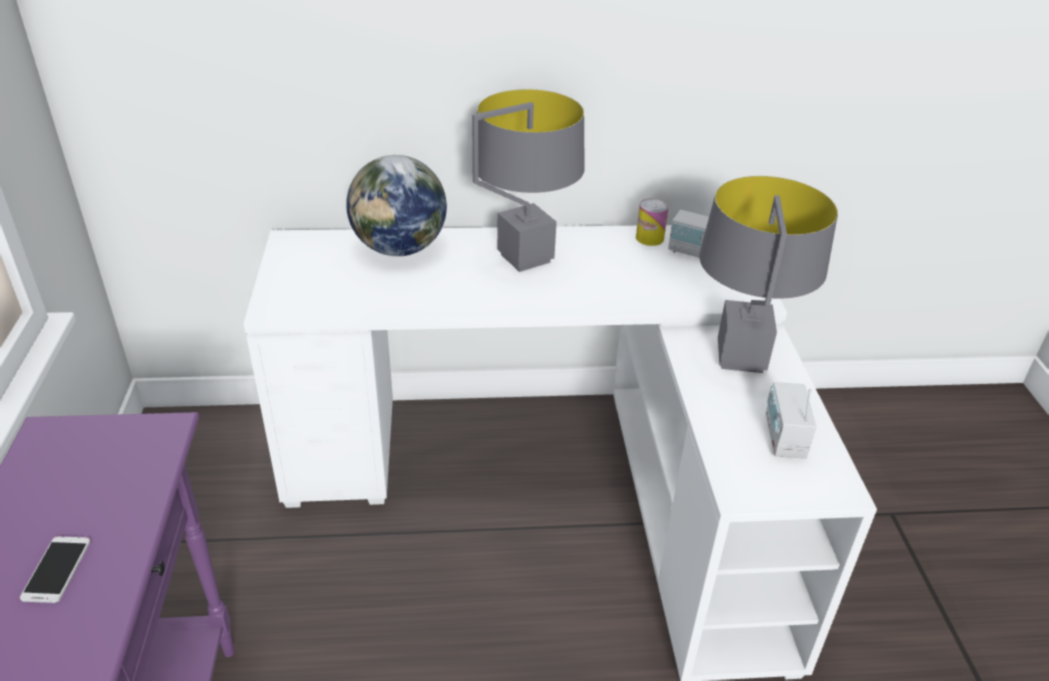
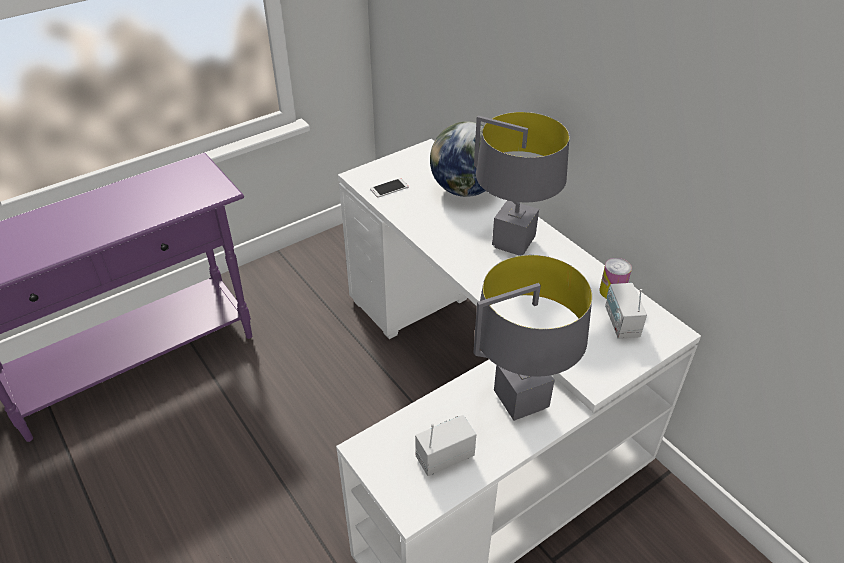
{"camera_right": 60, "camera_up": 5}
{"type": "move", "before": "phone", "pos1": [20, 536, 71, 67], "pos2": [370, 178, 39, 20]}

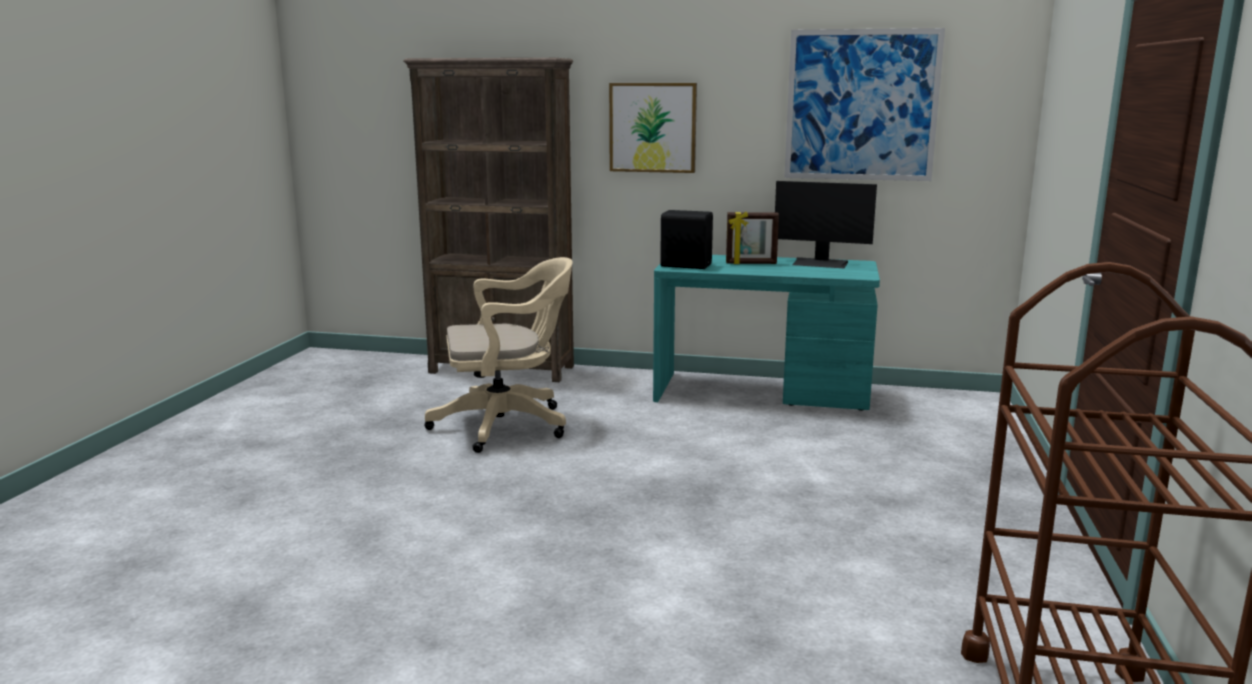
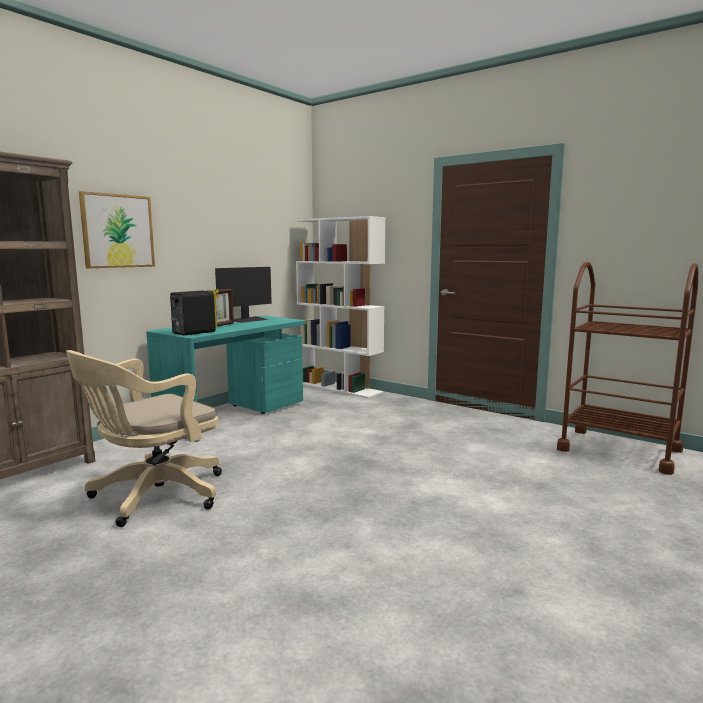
{"camera_right": -65, "camera_up": -5}
{"type": "rotate", "before": "office chair in beige", "pos1": [424, 257, 149, 196], "pos2": [66, 350, 156, 177], "turn": -150}
{"type": "delete", "before": "picture", "pos1": [784, 28, 161, 153]}
{"type": "insert", "after": "bookcase in white", "pos2": [295, 216, 91, 183]}

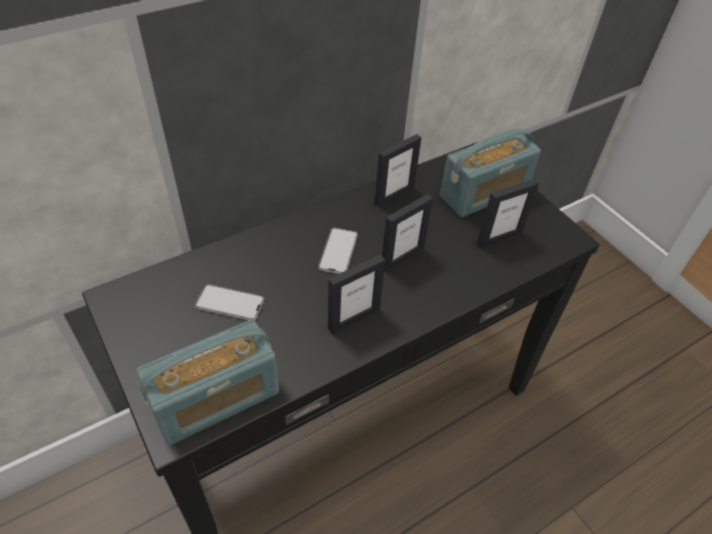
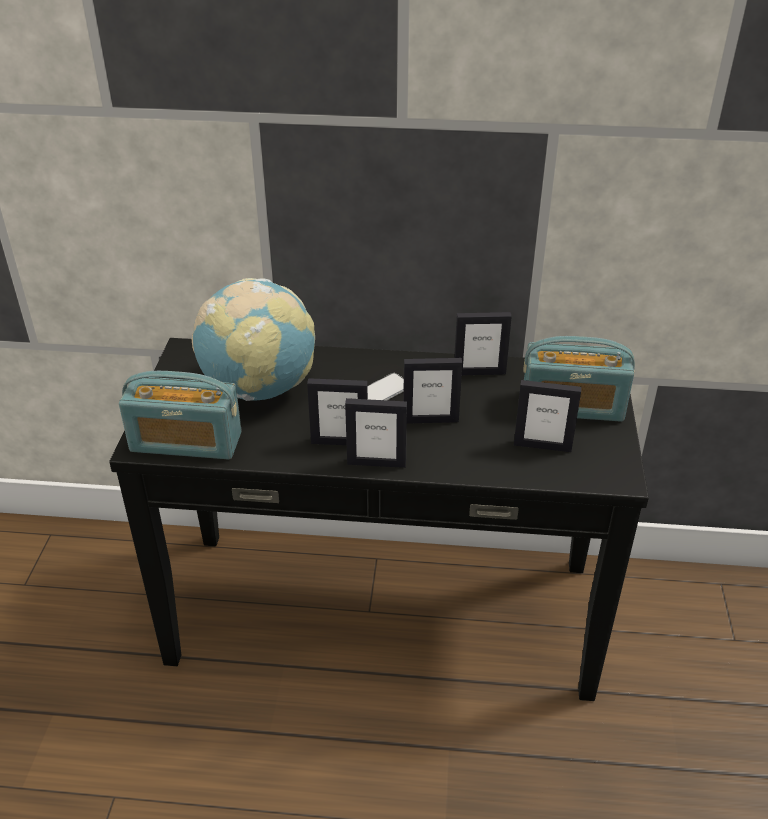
{"camera_right": 40, "camera_up": -10}
{"type": "replace", "before": "phone", "after": "globe", "pos1": [195, 284, 69, 36], "pos2": [192, 278, 123, 123]}
{"type": "insert", "after": "picture frame", "pos2": [345, 398, 62, 70]}

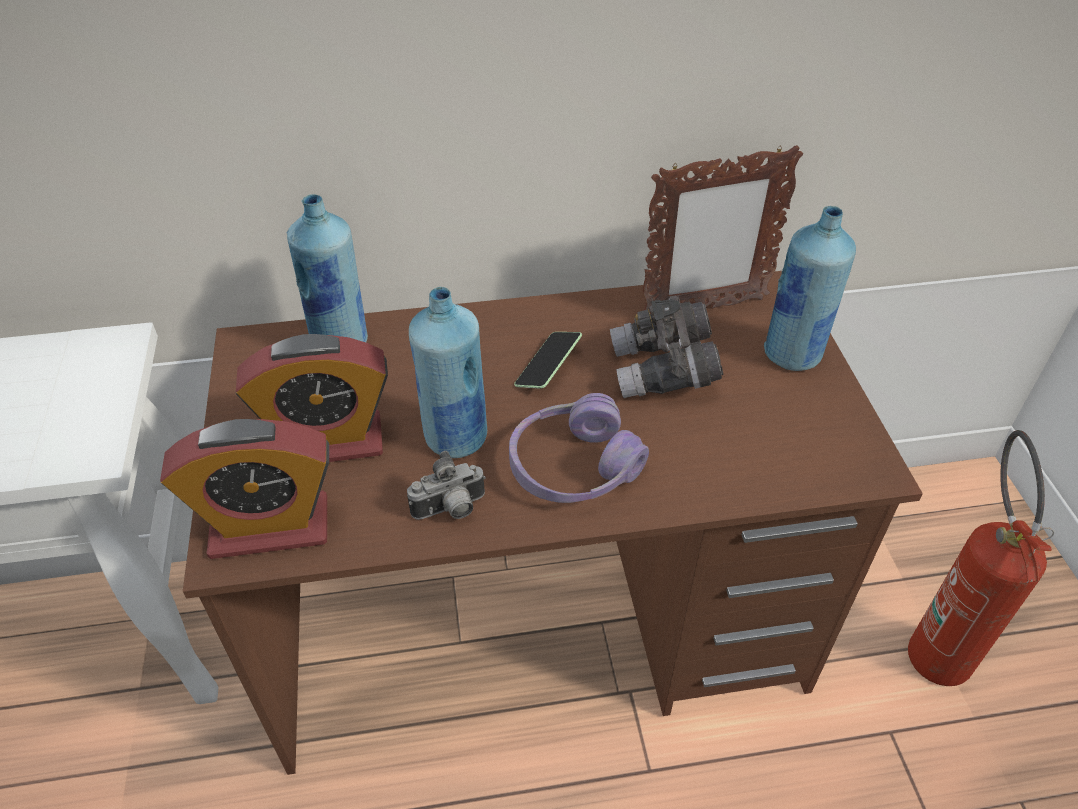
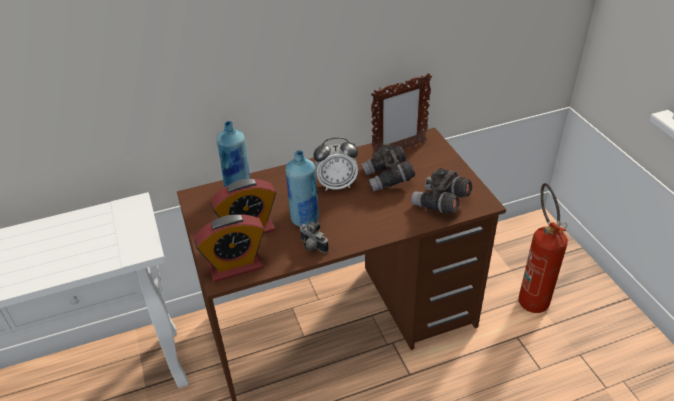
{"camera_right": -10, "camera_up": -5}
{"type": "rotate", "before": "photo camera", "pos1": [407, 451, 79, 69], "pos2": [299, 222, 30, 31], "turn": 75}
{"type": "delete", "before": "headphones in purple", "pos1": [509, 393, 140, 110]}
{"type": "replace", "before": "phone", "after": "alarm clock", "pos1": [514, 332, 68, 57], "pos2": [313, 137, 45, 54]}
{"type": "delete", "before": "bottle in blue", "pos1": [764, 206, 92, 165]}
{"type": "insert", "after": "binoculars in grey", "pos2": [411, 168, 61, 46]}

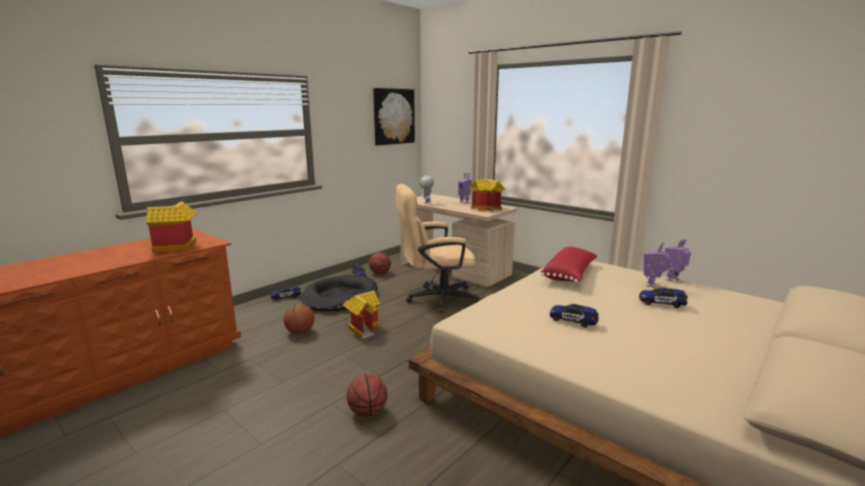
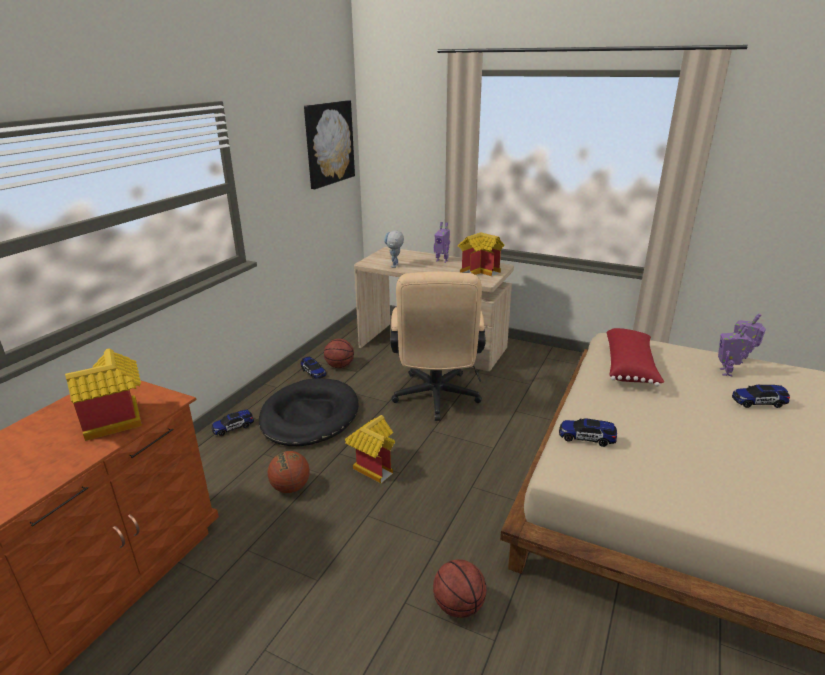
{"camera_right": -15, "camera_up": 10}
{"type": "rotate", "before": "office chair in beige", "pos1": [395, 184, 86, 129], "pos2": [391, 272, 95, 149], "turn": -60}
{"type": "move", "before": "toy car", "pos1": [550, 304, 49, 24], "pos2": [559, 418, 58, 29]}

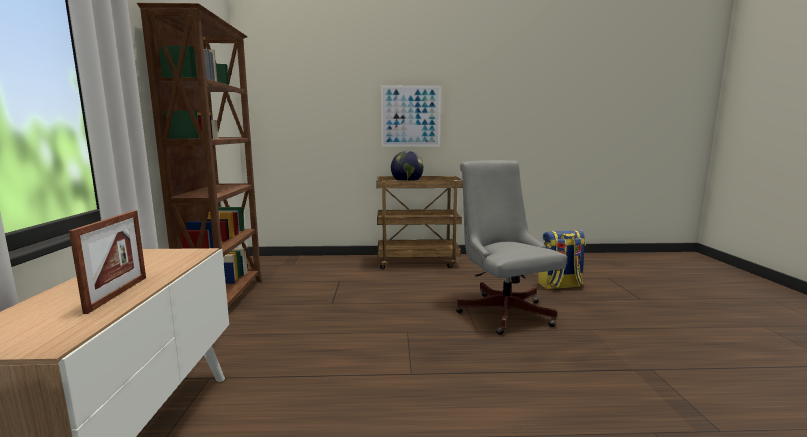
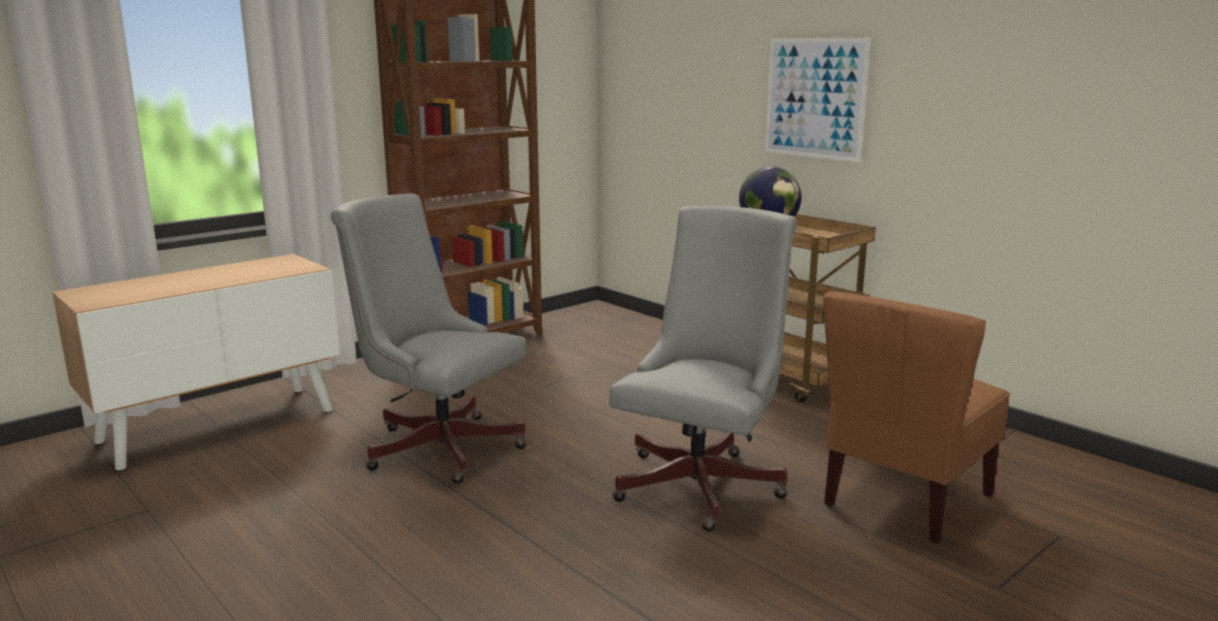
{"camera_right": 50, "camera_up": 5}
{"type": "delete", "before": "picture frame", "pos1": [69, 210, 77, 104]}
{"type": "replace", "before": "backpack", "after": "chair in brown", "pos1": [538, 230, 48, 59], "pos2": [823, 291, 187, 252]}
{"type": "insert", "after": "office chair in grey", "pos2": [330, 193, 196, 291]}

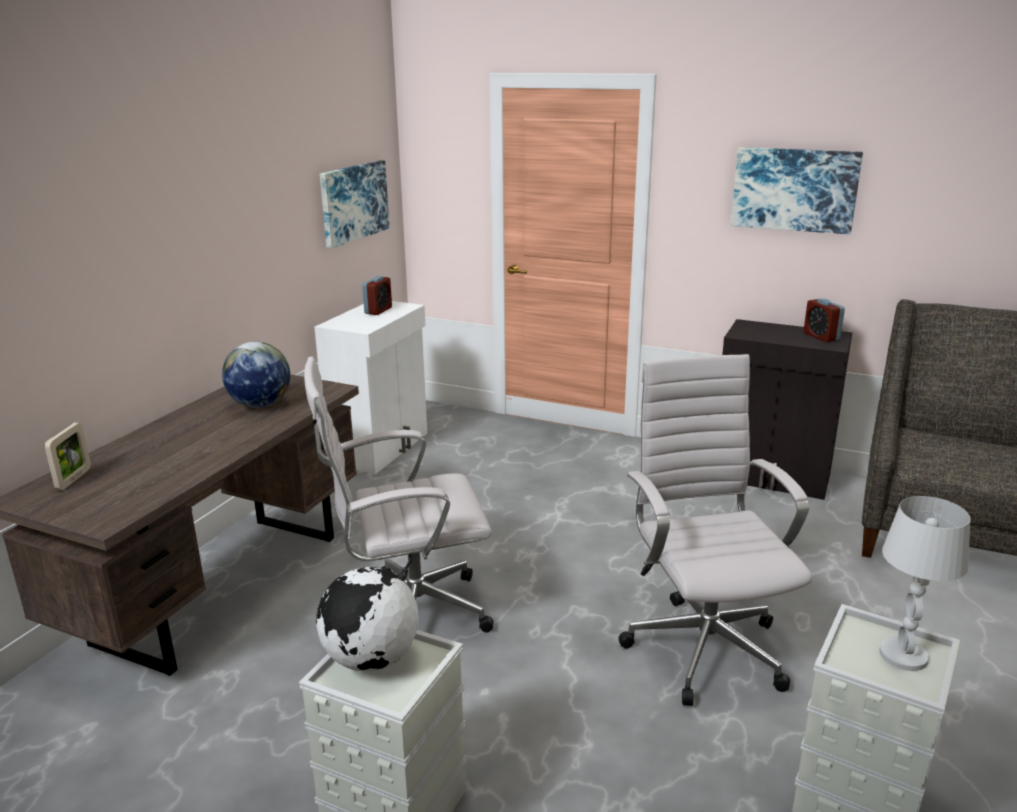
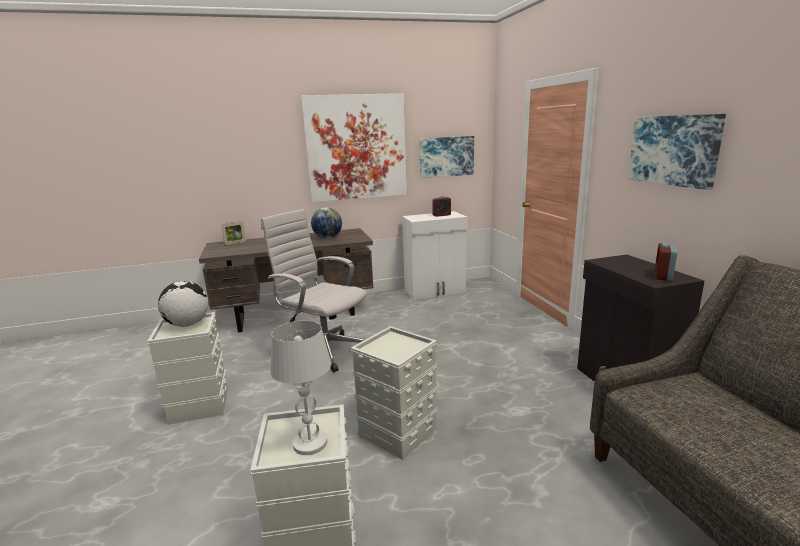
{"camera_right": 50, "camera_up": -5}
{"type": "replace", "before": "office chair in white", "after": "storage box in grey", "pos1": [618, 354, 194, 352], "pos2": [351, 326, 87, 134]}
{"type": "insert", "after": "picture", "pos2": [301, 93, 106, 109]}

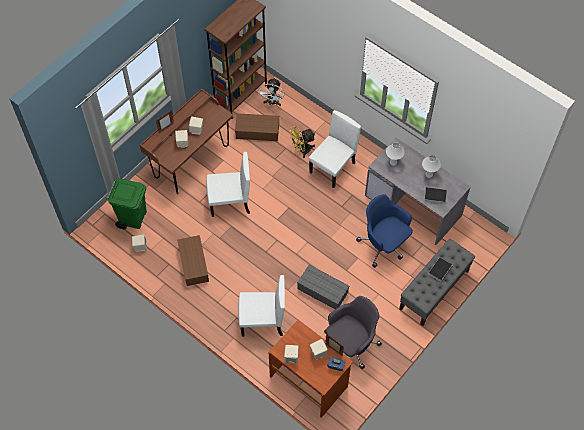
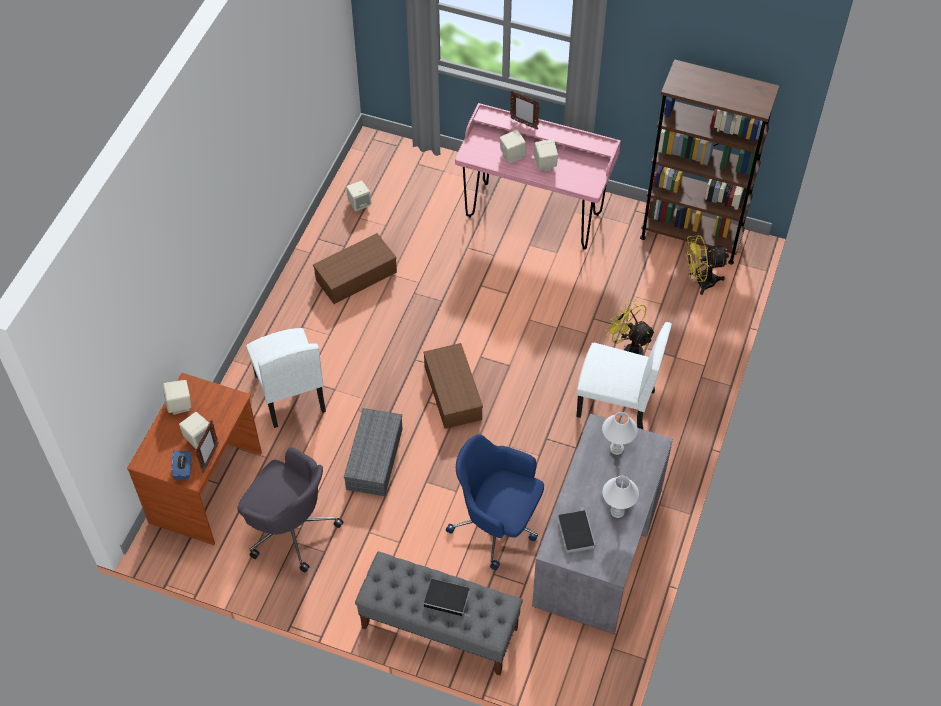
{"camera_right": 70, "camera_up": -5}
{"type": "delete", "before": "trash can in green", "pos1": [107, 178, 40, 51]}
{"type": "recolor", "before": "desk in brown", "after": "desk in pink", "pos1": [140, 88, 93, 106], "pos2": [455, 103, 166, 146]}
{"type": "delete", "before": "chair in white", "pos1": [206, 152, 44, 65]}
{"type": "move", "before": "storage box in brown", "pos1": [235, 113, 44, 28], "pos2": [423, 343, 60, 86]}
{"type": "recolor", "before": "fan in white", "after": "fan in yellow", "pos1": [258, 78, 26, 28], "pos2": [685, 235, 44, 60]}
{"type": "rotate", "before": "office chair in blue", "pos1": [356, 194, 57, 74], "pos2": [446, 434, 98, 136], "turn": -90}

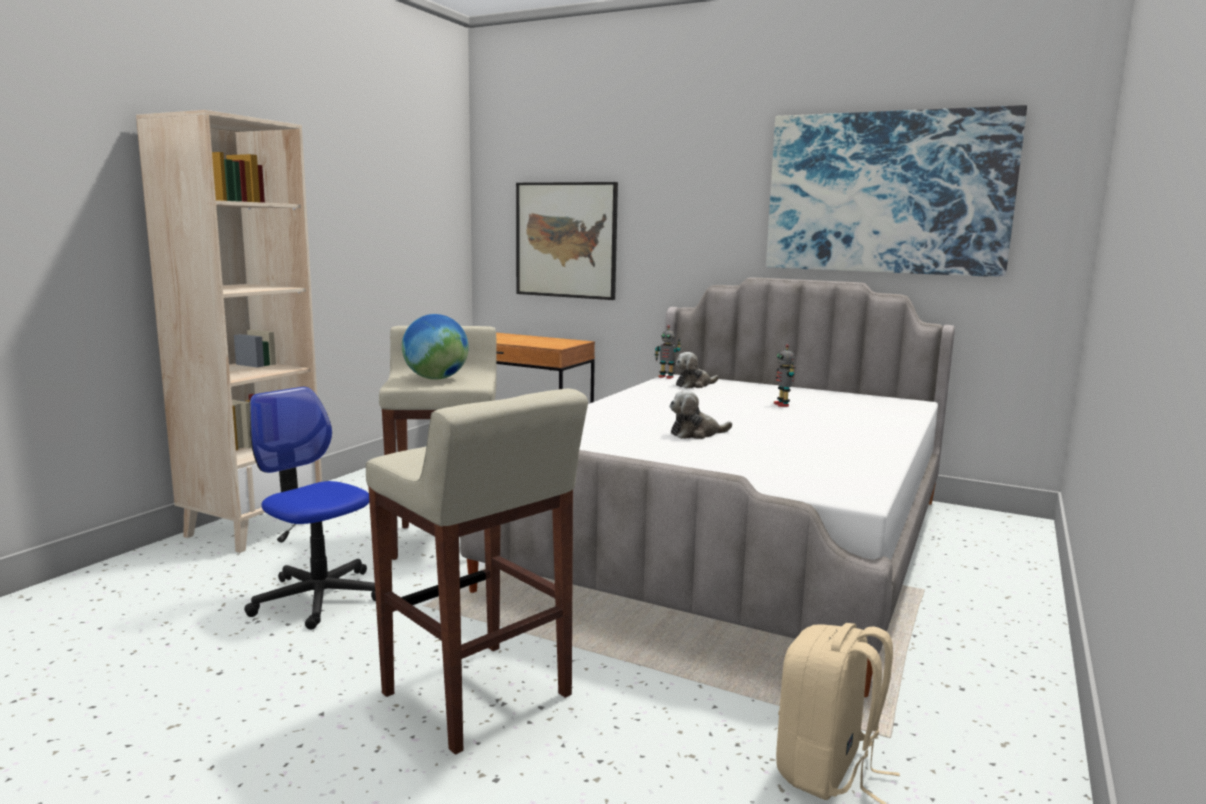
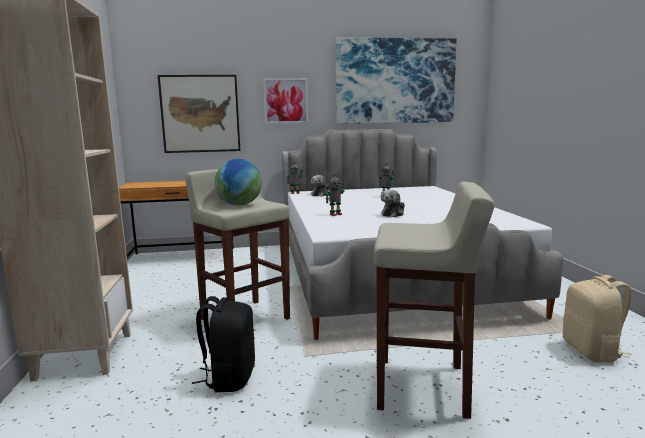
{"camera_right": -35, "camera_up": 0}
{"type": "replace", "before": "office chair", "after": "backpack in black", "pos1": [244, 387, 132, 243], "pos2": [192, 296, 63, 96]}
{"type": "insert", "after": "picture", "pos2": [263, 78, 46, 46]}
{"type": "insert", "after": "toy robot", "pos2": [325, 174, 19, 42]}

